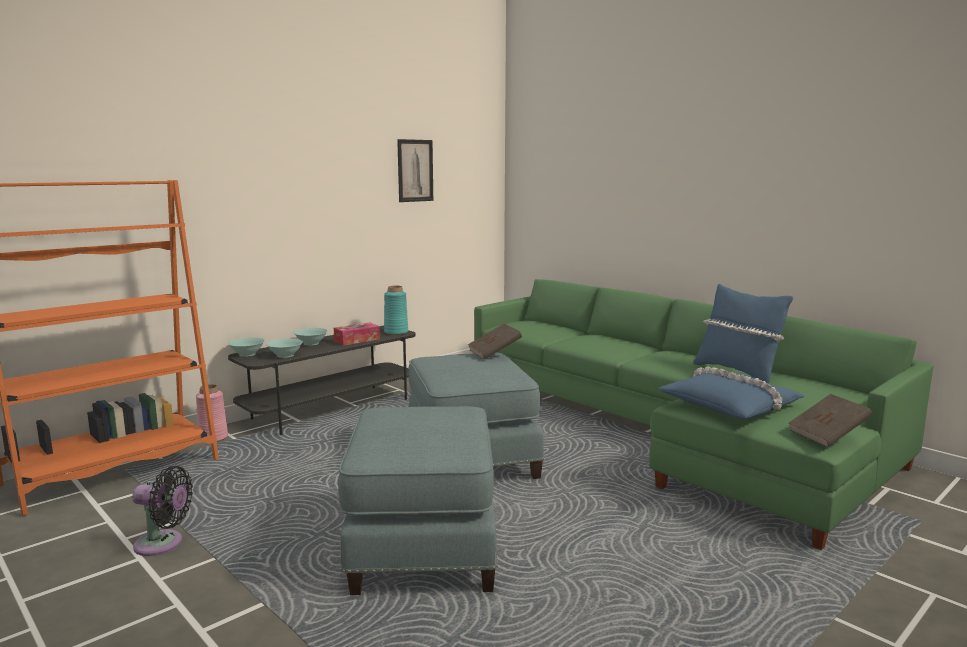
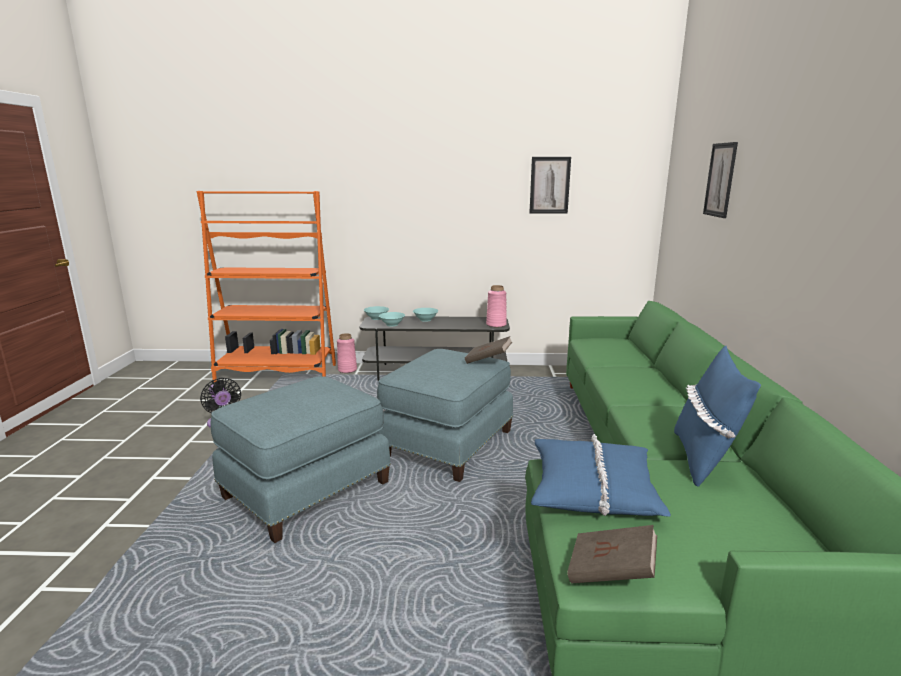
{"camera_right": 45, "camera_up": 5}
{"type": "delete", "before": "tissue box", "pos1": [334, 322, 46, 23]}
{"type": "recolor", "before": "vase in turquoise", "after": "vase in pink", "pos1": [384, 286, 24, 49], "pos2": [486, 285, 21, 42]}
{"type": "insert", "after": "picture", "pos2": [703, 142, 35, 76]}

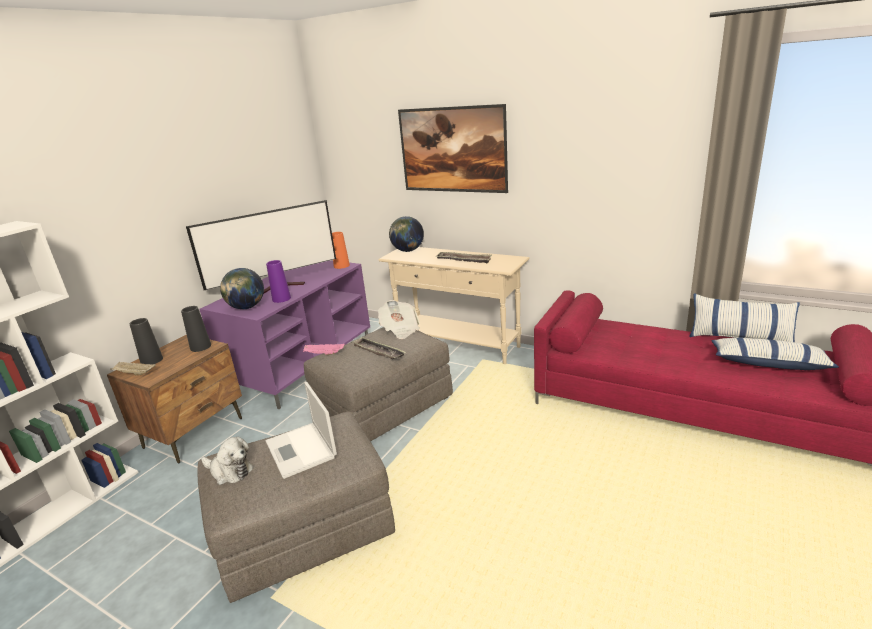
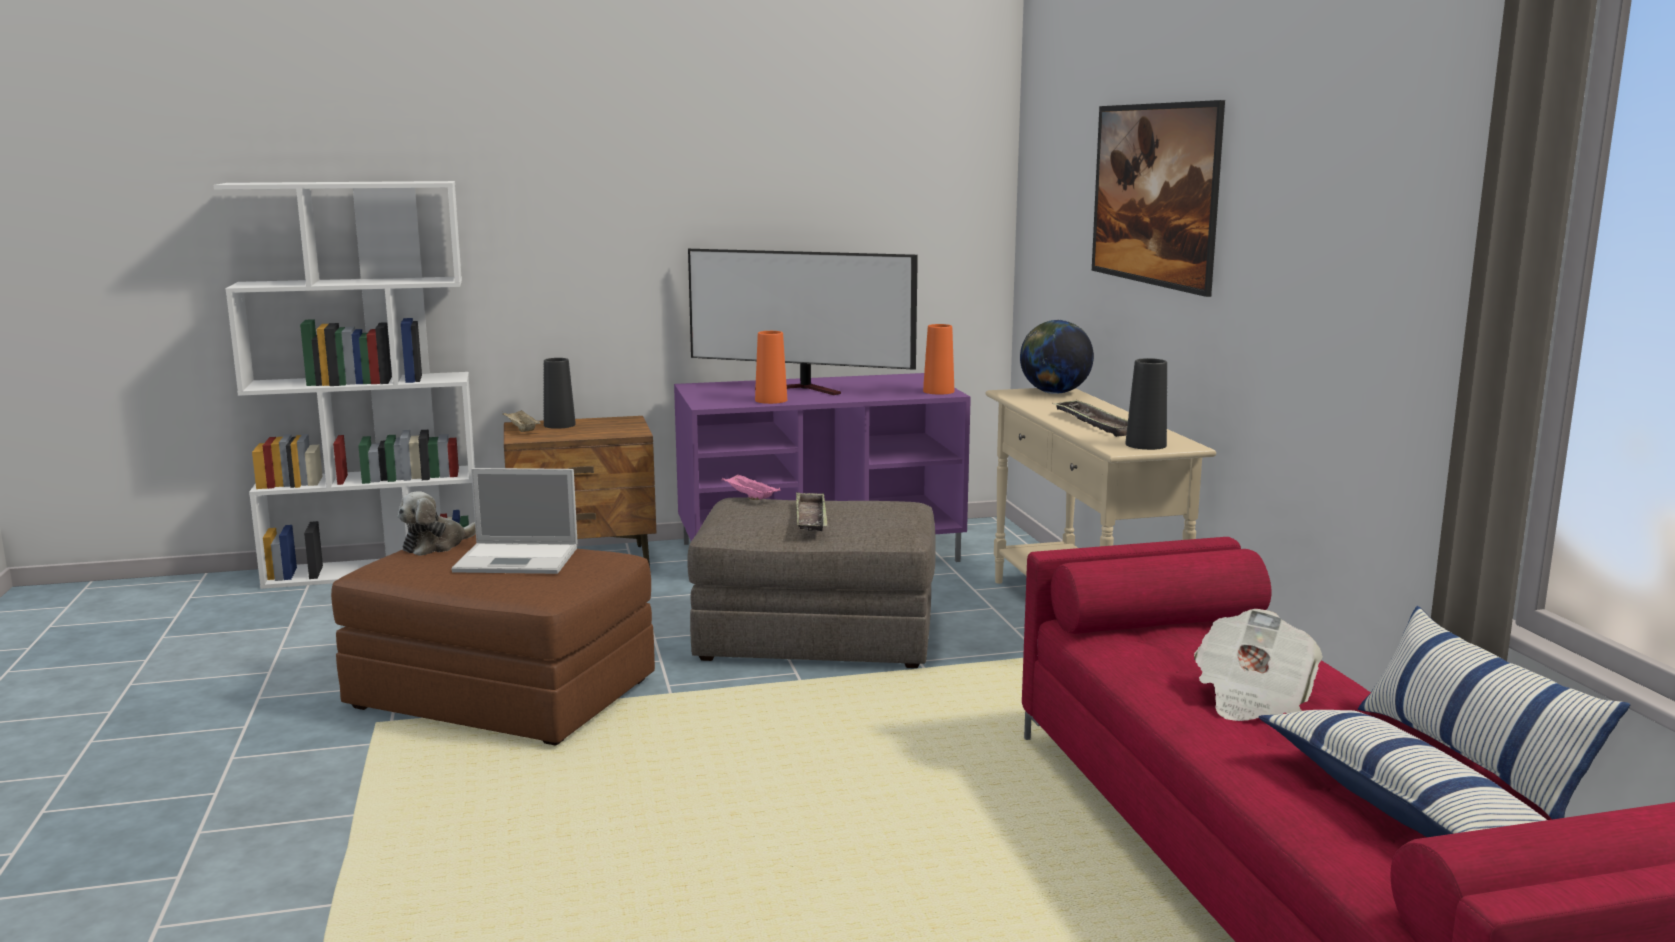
{"camera_right": 45, "camera_up": -10}
{"type": "move", "before": "vase in black", "pos1": [181, 306, 30, 46], "pos2": [1125, 358, 42, 92]}
{"type": "recolor", "before": "ottoman in grey", "after": "ottoman in brown", "pos1": [198, 412, 197, 191], "pos2": [331, 534, 324, 211]}
{"type": "rotate", "before": "plush toy", "pos1": [201, 437, 53, 48], "pos2": [397, 491, 79, 65], "turn": 60}
{"type": "delete", "before": "globe", "pos1": [220, 268, 44, 41]}
{"type": "rotate", "before": "laptop", "pos1": [265, 382, 72, 97], "pos2": [451, 468, 127, 106], "turn": -105}
{"type": "recolor", "before": "vase in purple", "after": "vase in orange", "pos1": [266, 260, 25, 43], "pos2": [755, 331, 32, 73]}
{"type": "move", "before": "newspaper", "pos1": [378, 300, 42, 39], "pos2": [1194, 609, 129, 112]}

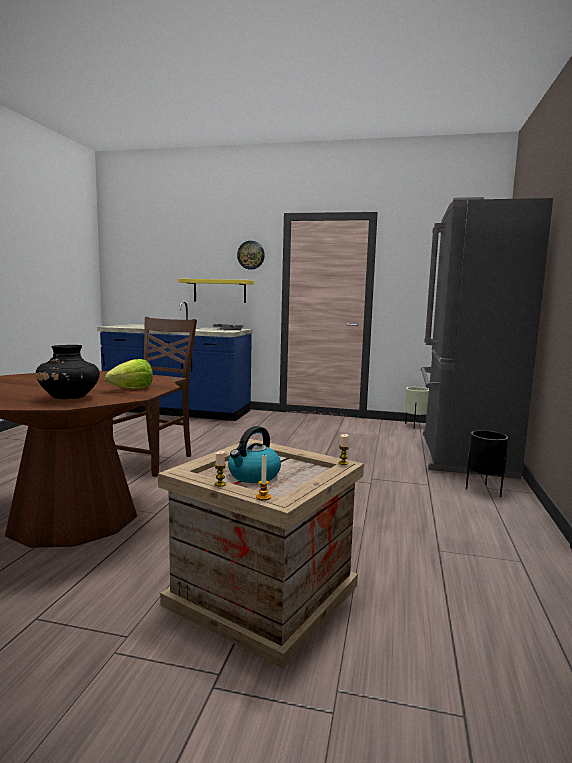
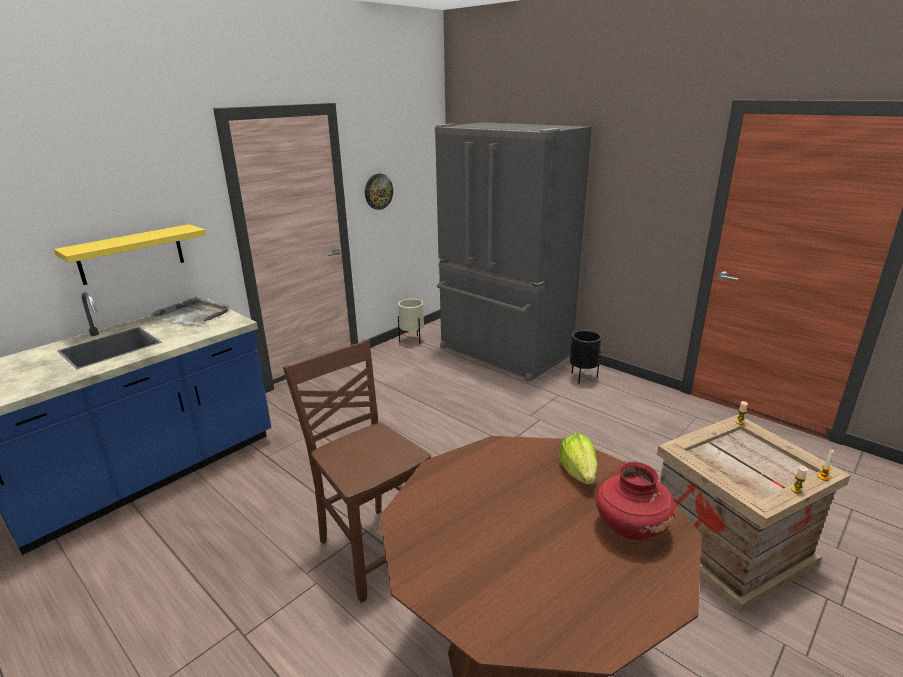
{"camera_right": -60, "camera_up": 15}
{"type": "recolor", "before": "vase in black", "after": "vase in red", "pos1": [36, 345, 64, 54], "pos2": [596, 462, 80, 78]}
{"type": "delete", "before": "kettle", "pos1": [228, 426, 53, 57]}
{"type": "move", "before": "wall clock", "pos1": [237, 241, 28, 29], "pos2": [365, 174, 28, 36]}

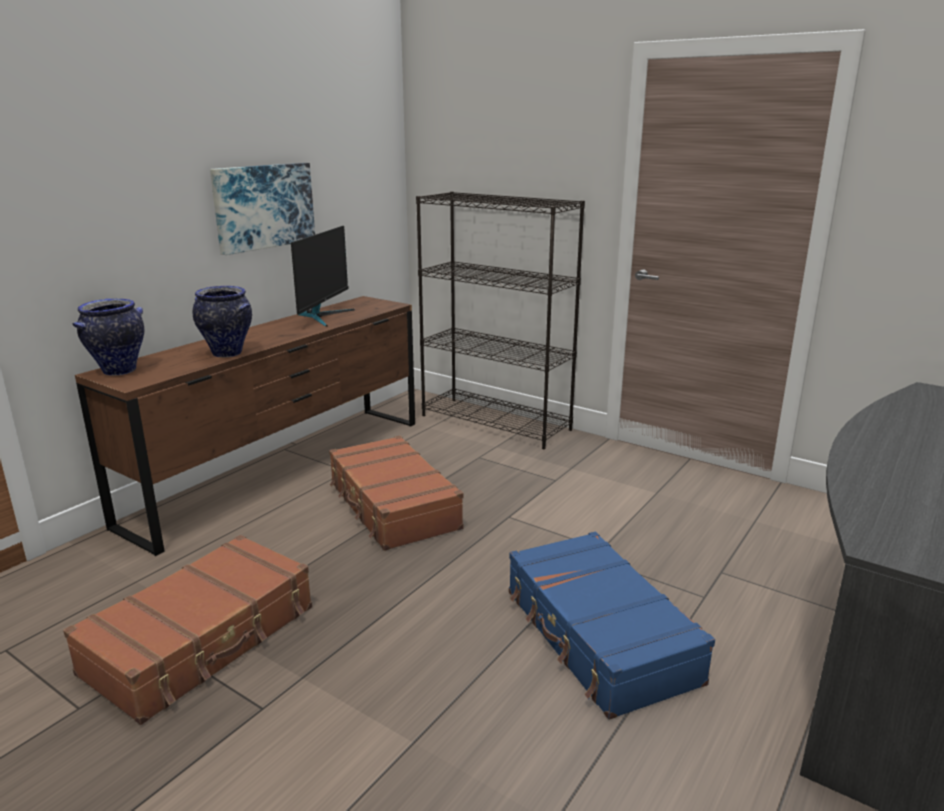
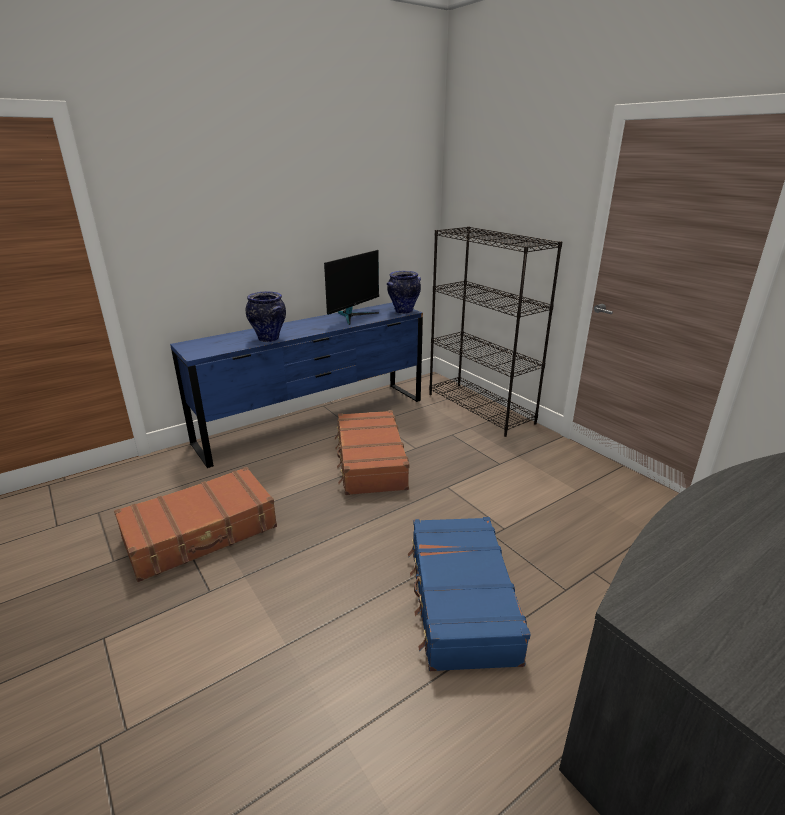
{"camera_right": 20, "camera_up": 5}
{"type": "move", "before": "vase", "pos1": [72, 299, 73, 77], "pos2": [387, 271, 34, 43]}
{"type": "recolor", "before": "dresser in brown", "after": "dresser in blue", "pos1": [75, 296, 340, 260], "pos2": [170, 302, 253, 166]}
{"type": "delete", "before": "picture", "pos1": [210, 163, 105, 92]}

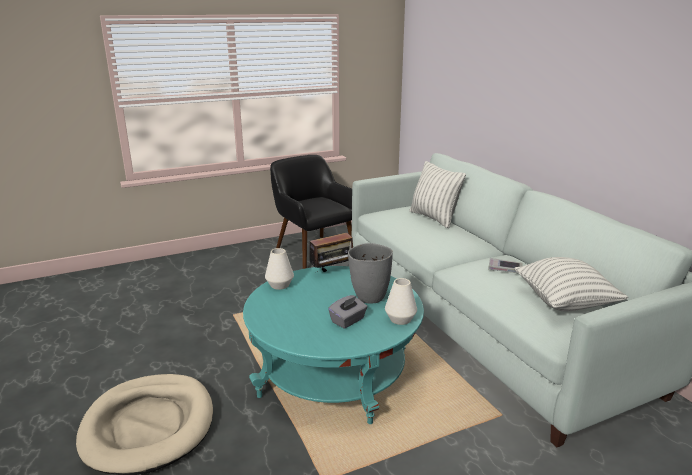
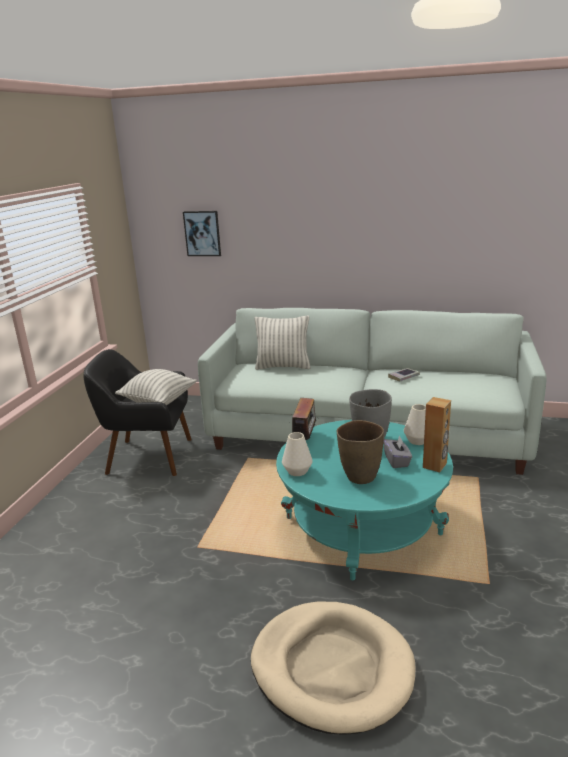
{"camera_right": -50, "camera_up": 0}
{"type": "move", "before": "pillow", "pos1": [514, 257, 114, 54], "pos2": [115, 369, 82, 36]}
{"type": "insert", "after": "picture", "pos2": [183, 211, 38, 45]}
{"type": "insert", "after": "vase in brown", "pos2": [337, 420, 47, 64]}
{"type": "insert", "after": "speaker in brown", "pos2": [423, 397, 28, 75]}

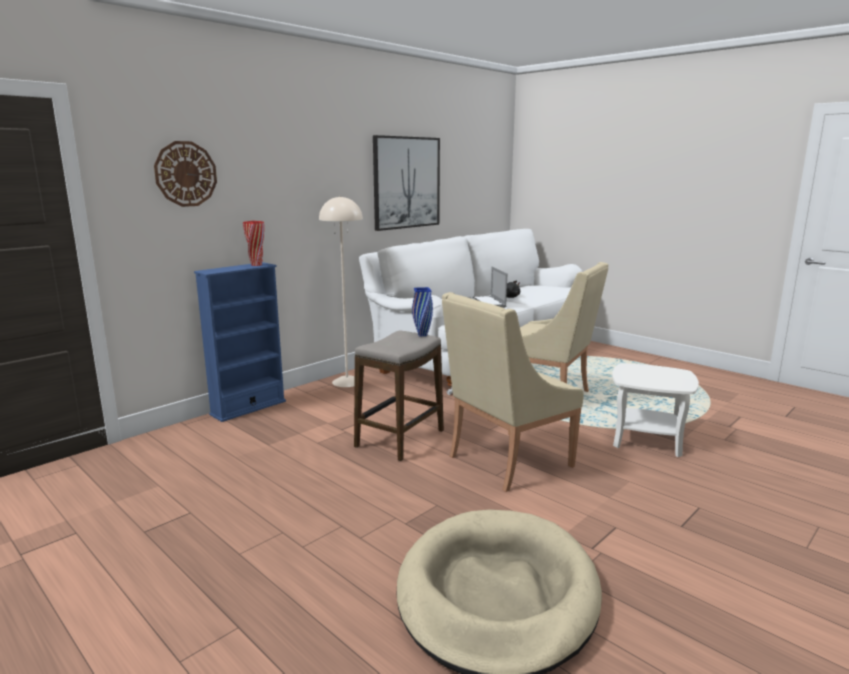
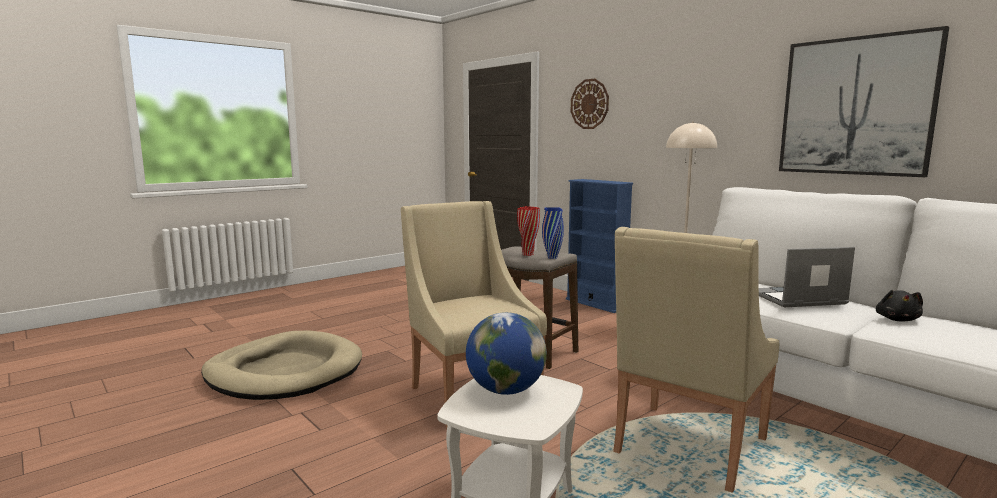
{"camera_right": 95, "camera_up": -5}
{"type": "move", "before": "vase in red", "pos1": [243, 221, 21, 45], "pos2": [517, 206, 23, 50]}
{"type": "insert", "after": "globe", "pos2": [466, 312, 81, 83]}

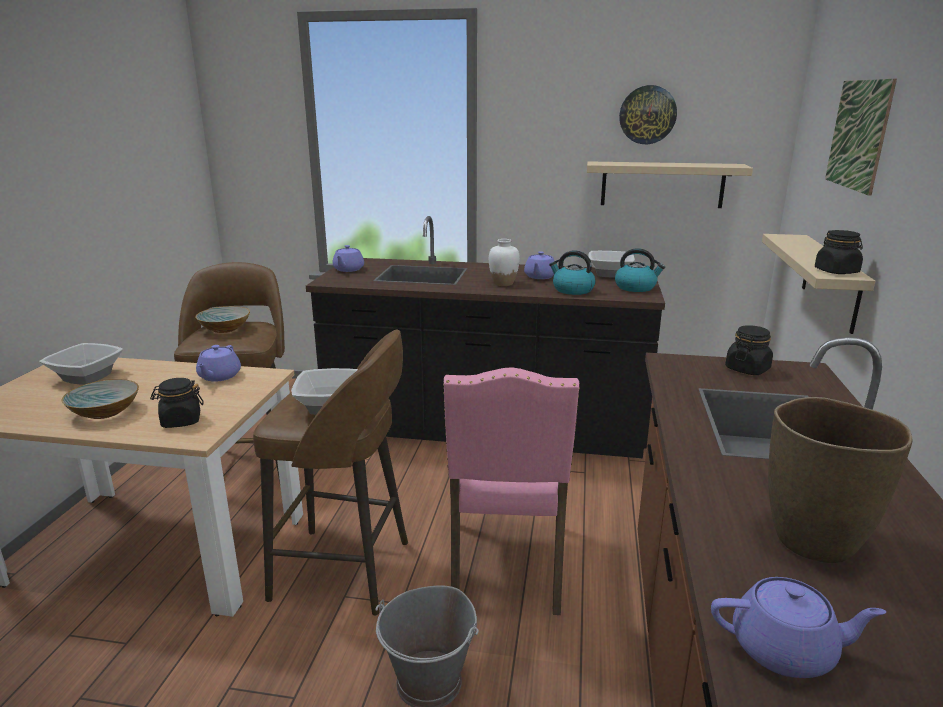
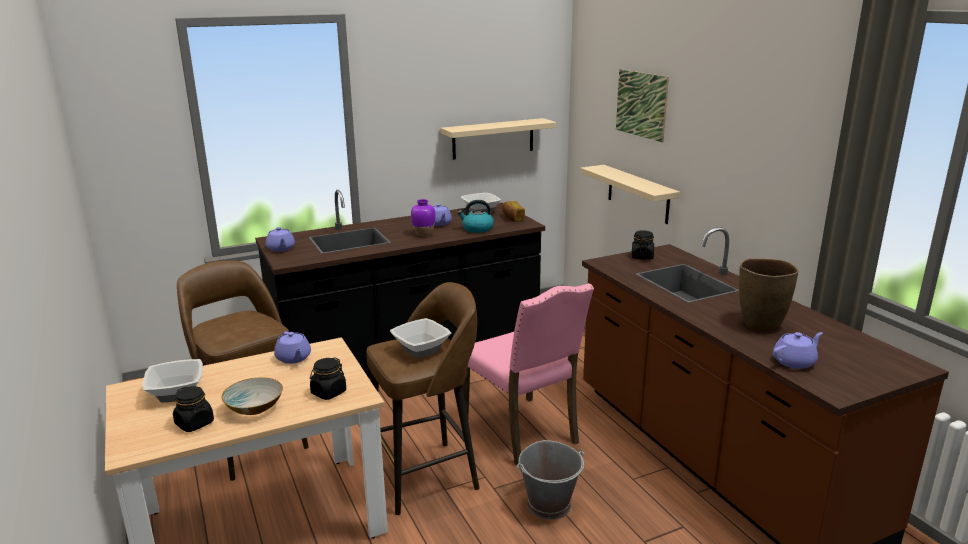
{"camera_right": -35, "camera_up": 0}
{"type": "delete", "before": "bowl", "pos1": [195, 306, 55, 27]}
{"type": "recolor", "before": "vase in white", "after": "vase in purple", "pos1": [489, 239, 31, 47], "pos2": [411, 199, 25, 38]}
{"type": "replace", "before": "kettle", "after": "bread", "pos1": [615, 248, 50, 44], "pos2": [502, 201, 23, 21]}
{"type": "delete", "before": "wall clock", "pos1": [619, 85, 58, 59]}
{"type": "move", "before": "jar in black", "pos1": [815, 230, 48, 44], "pos2": [173, 386, 41, 46]}

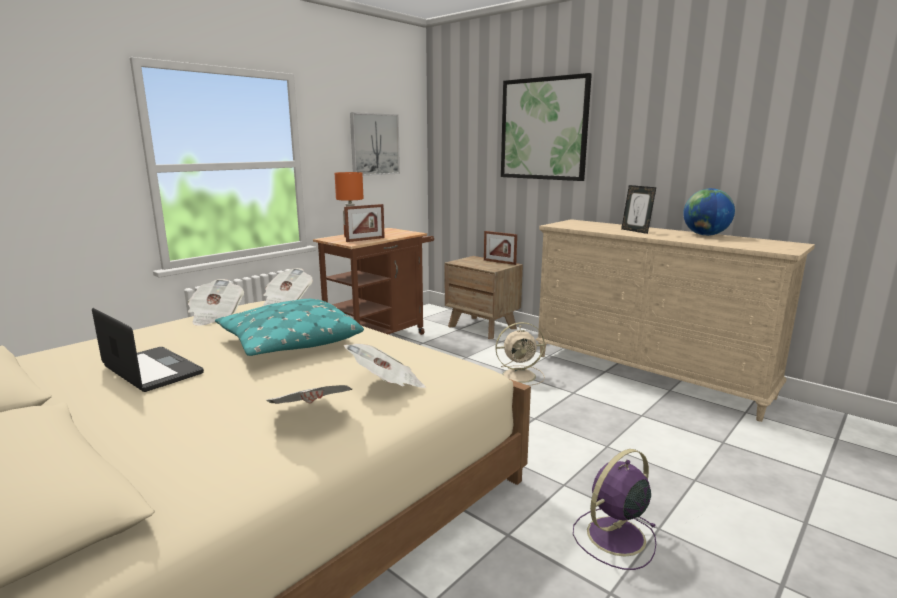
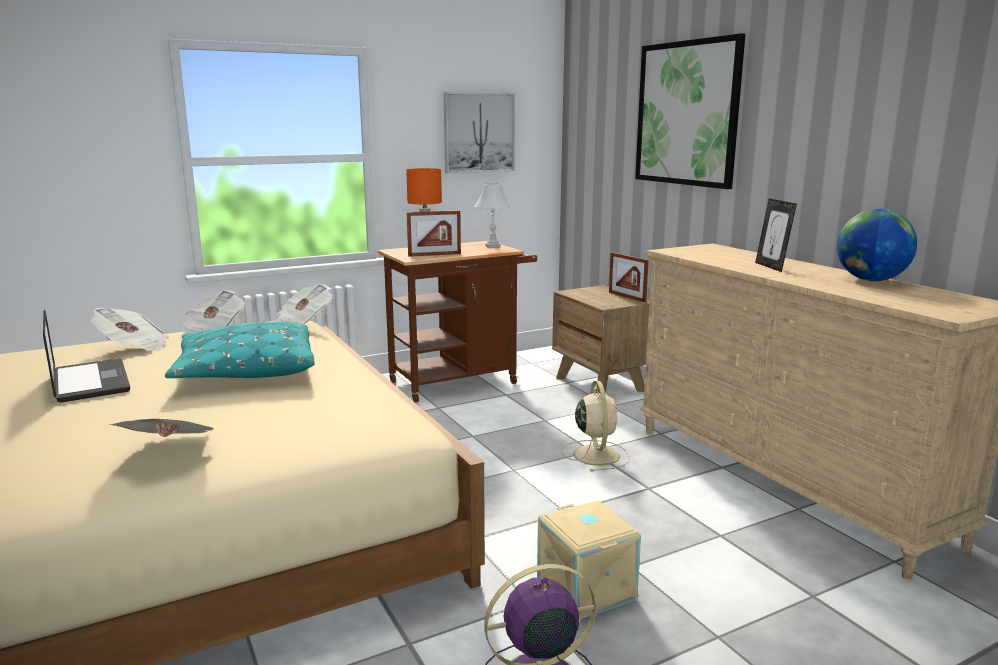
{"camera_right": 20, "camera_up": 0}
{"type": "move", "before": "newspaper", "pos1": [344, 344, 82, 44], "pos2": [90, 308, 79, 44]}
{"type": "rotate", "before": "fan in beige", "pos1": [496, 322, 49, 64], "pos2": [561, 381, 69, 91], "turn": -105}
{"type": "insert", "after": "table lamp in white", "pos2": [474, 183, 38, 65]}
{"type": "insert", "after": "storage box in beige", "pos2": [537, 501, 104, 119]}

